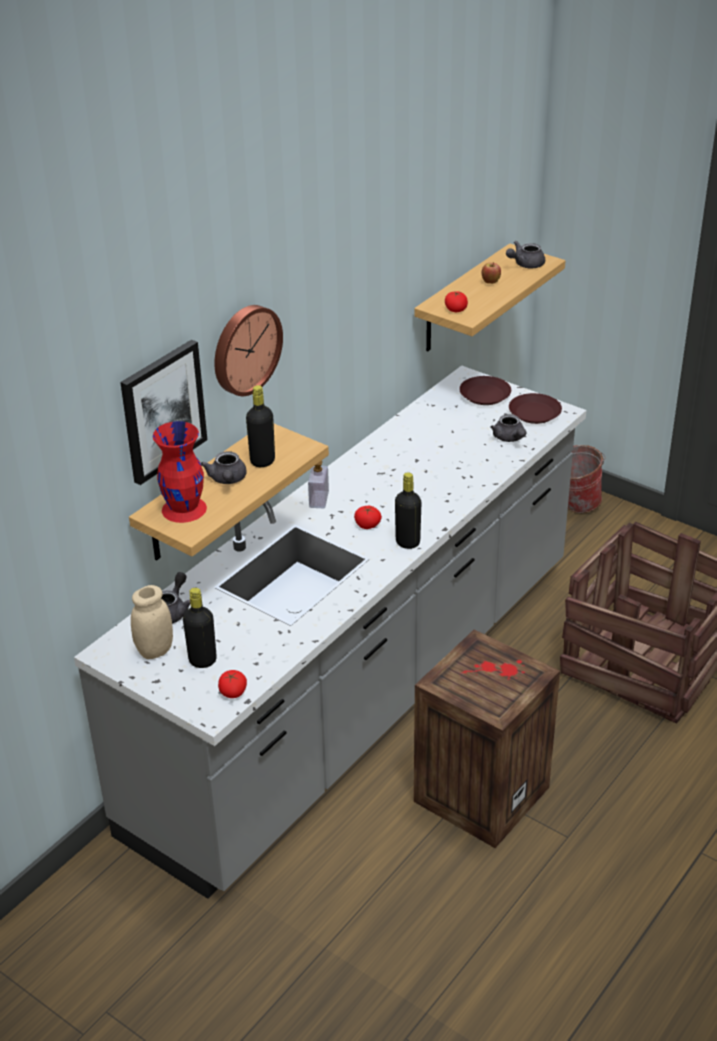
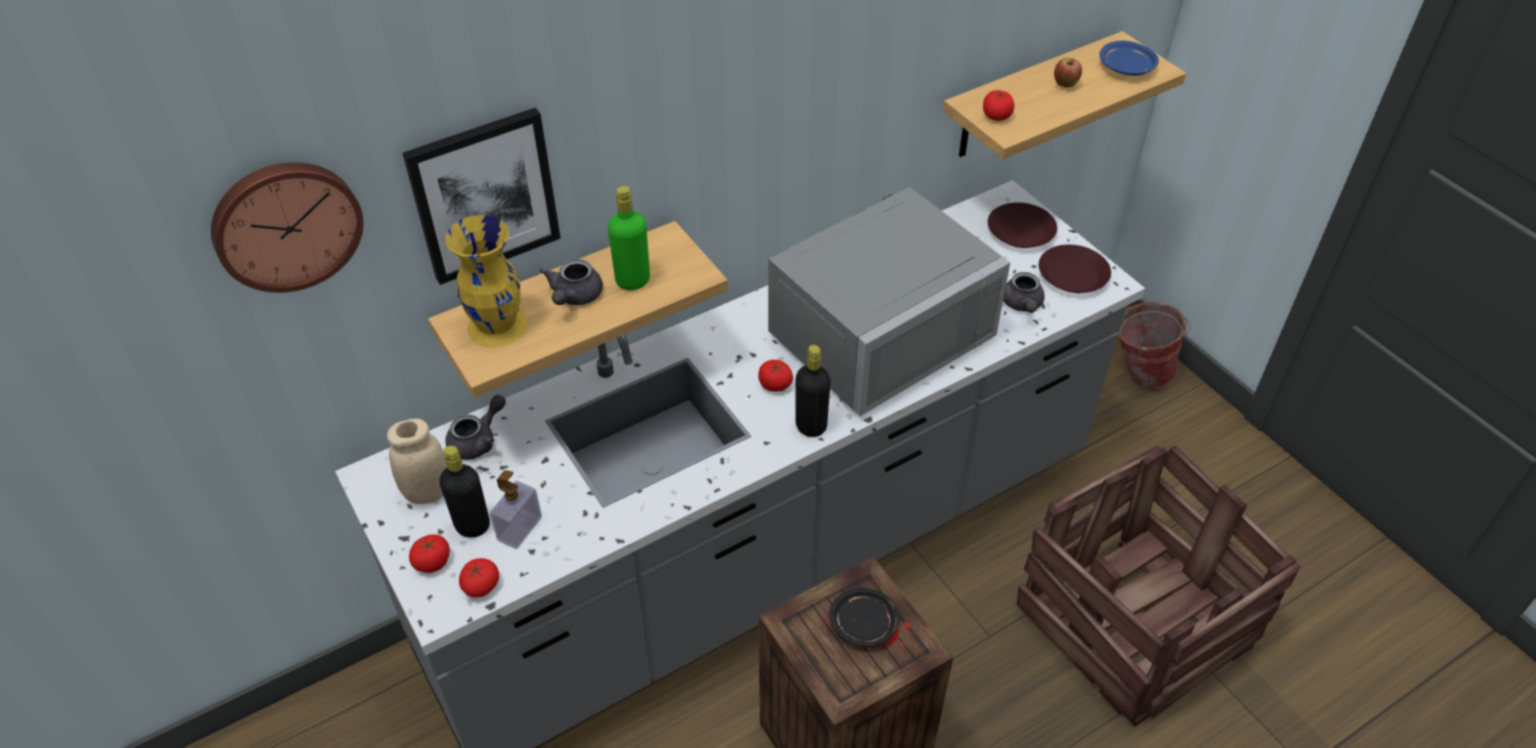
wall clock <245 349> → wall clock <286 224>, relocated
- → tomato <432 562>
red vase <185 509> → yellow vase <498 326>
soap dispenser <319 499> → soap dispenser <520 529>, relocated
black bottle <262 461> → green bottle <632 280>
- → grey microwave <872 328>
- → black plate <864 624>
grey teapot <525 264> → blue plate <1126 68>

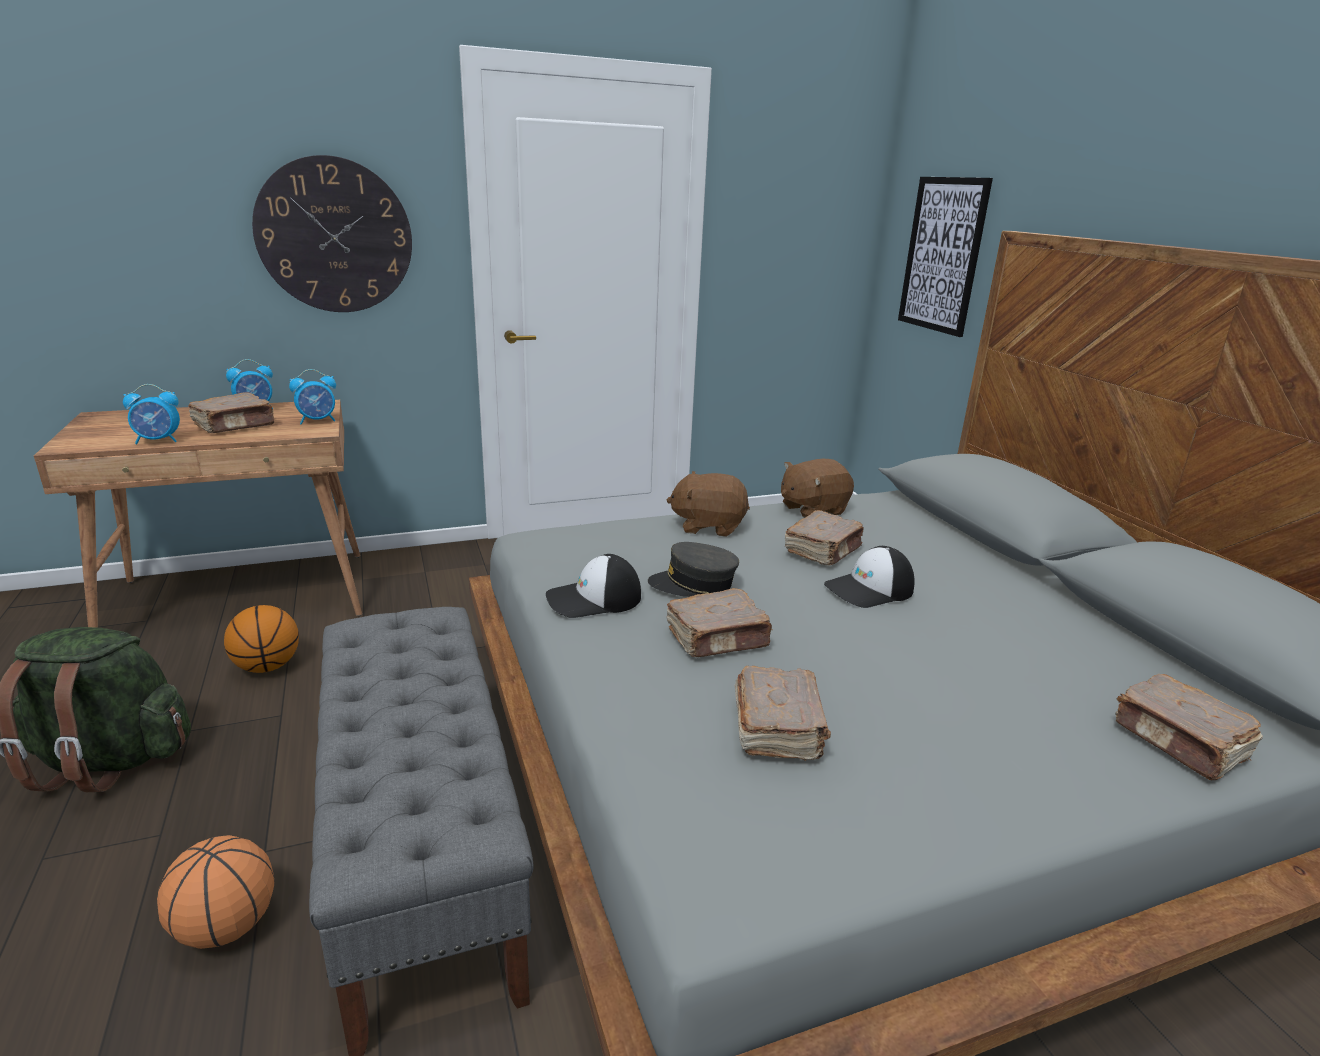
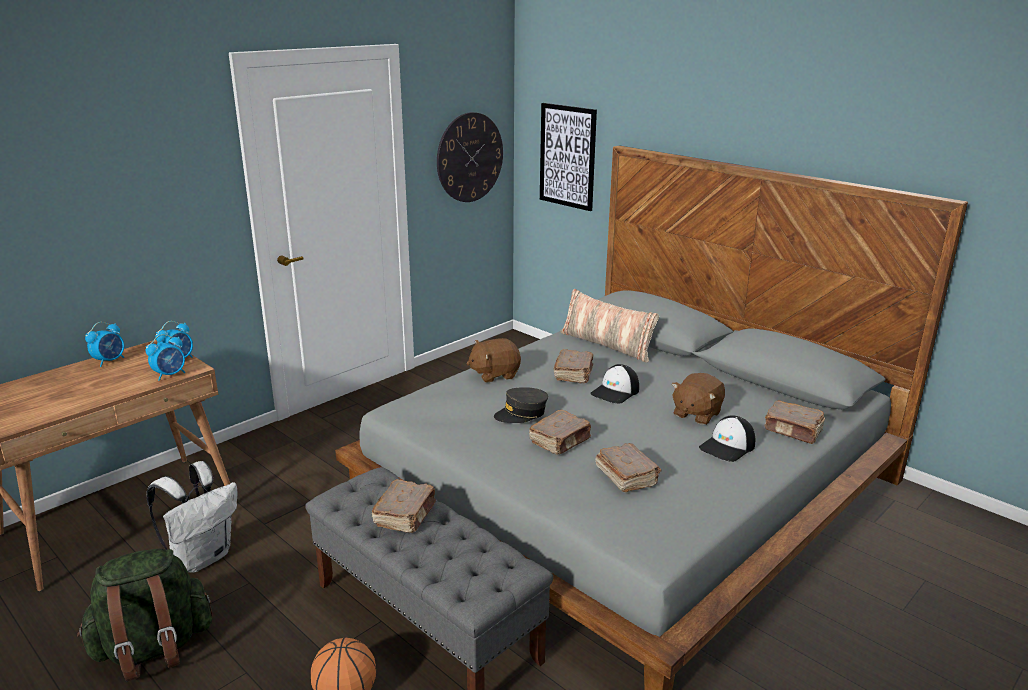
alarm clock <158 441> → alarm clock <170 375>, relocated
basketball <268 666> → white backpack <202 557>
brown book <235 426> → brown book <406 515>, relocated
wall clock <335 236> → wall clock <470 157>, relocated
- → pillow <607 345>
brown plush toy <812 509> → brown plush toy <696 414>, relocated
cap <593 599> → cap <728 447>, relocated

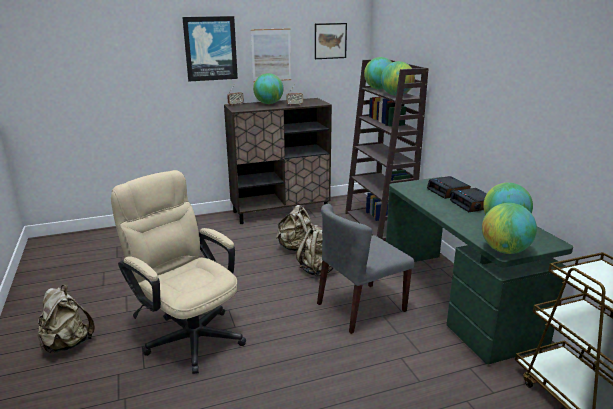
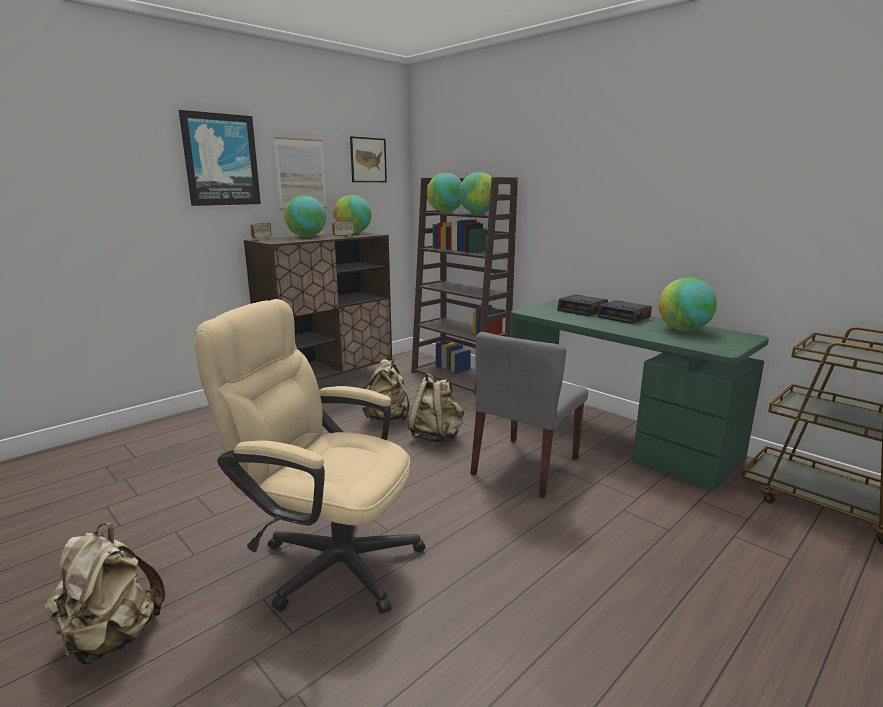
globe <505 251> → globe <353 233>, relocated

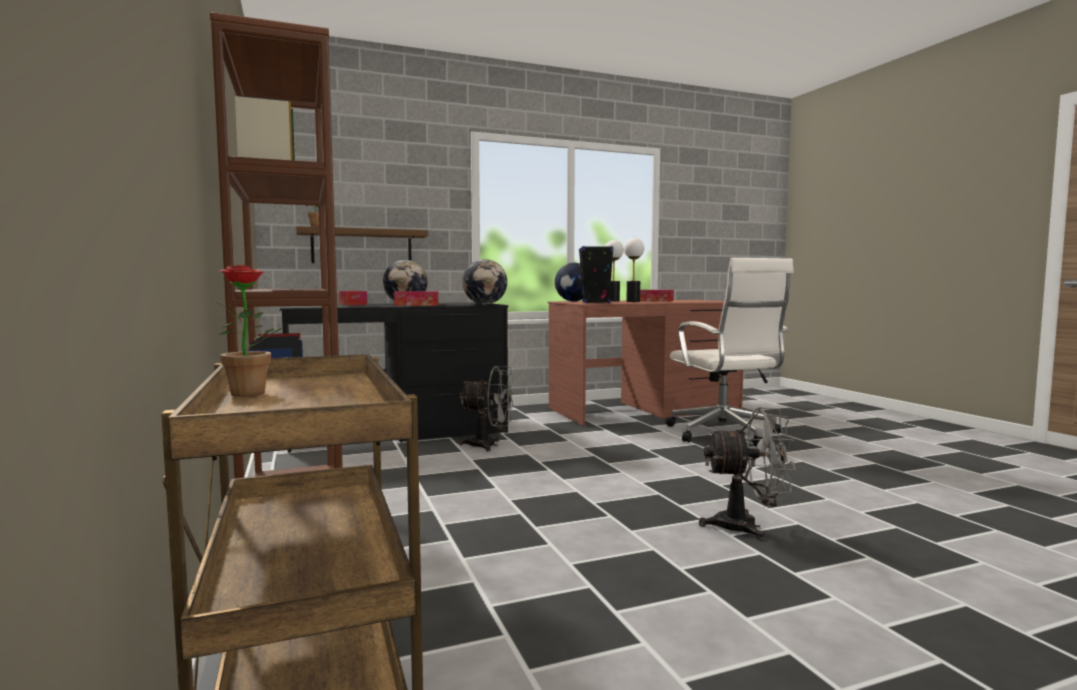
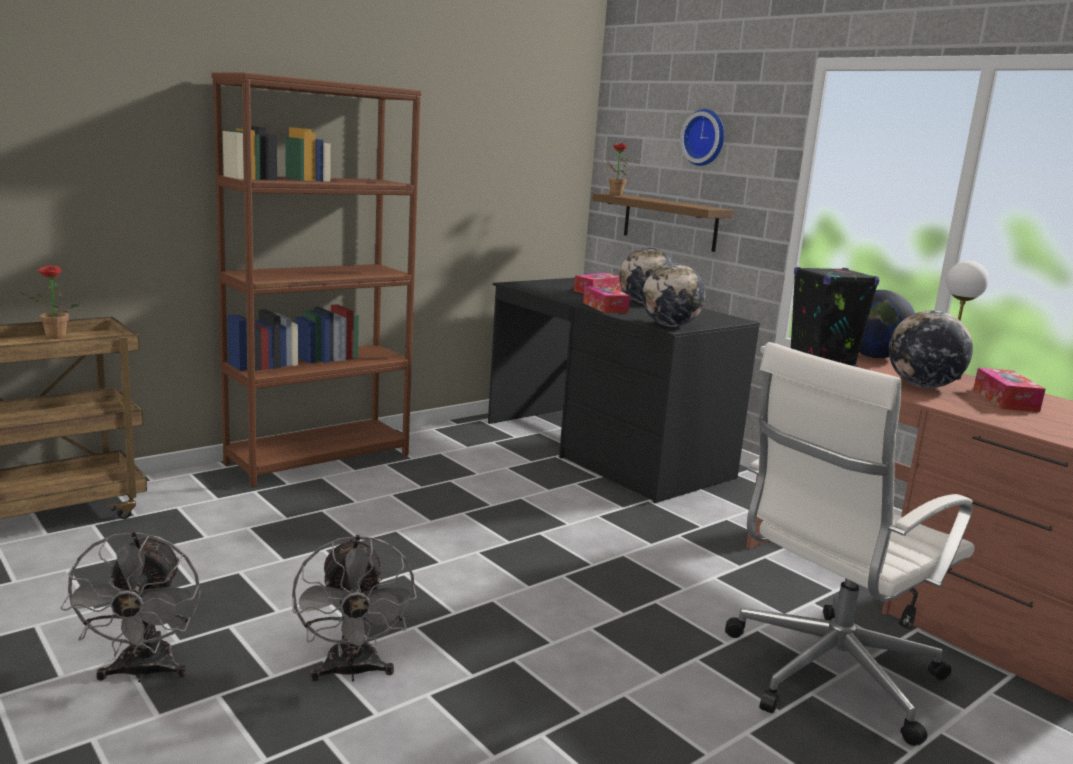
grey fan <489 445> → grey fan <143 673>, relocated
- → wall clock <705 137>
table lamp <633 301> → globe <922 386>

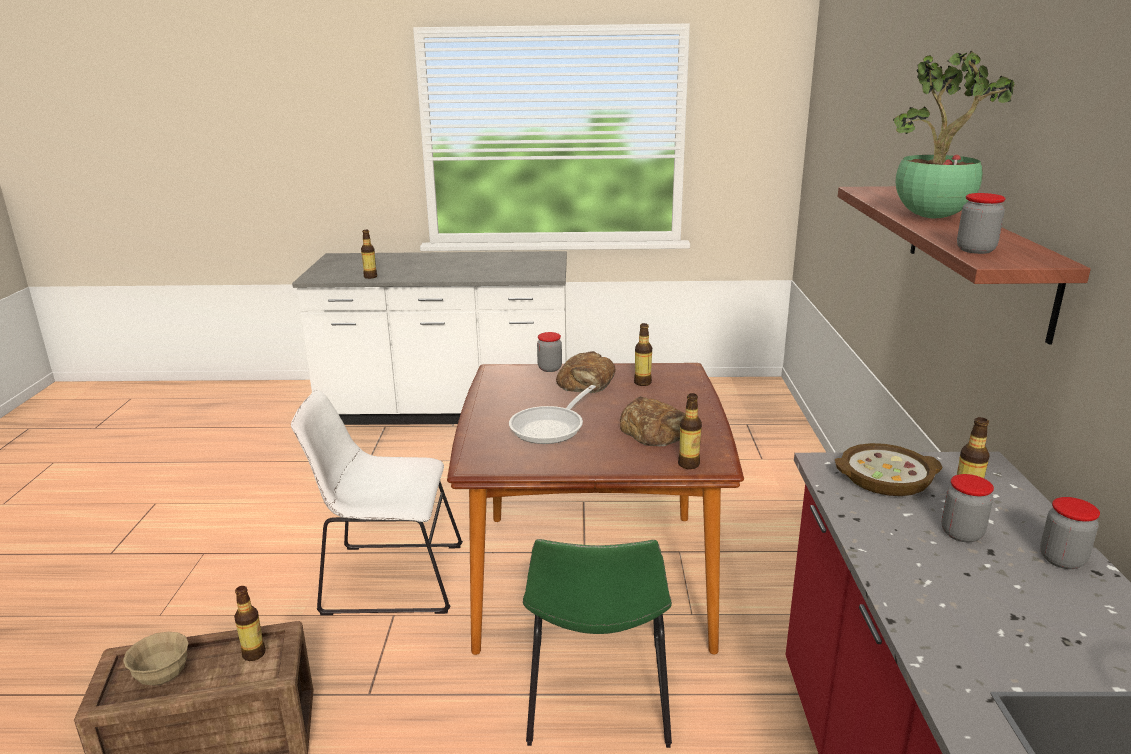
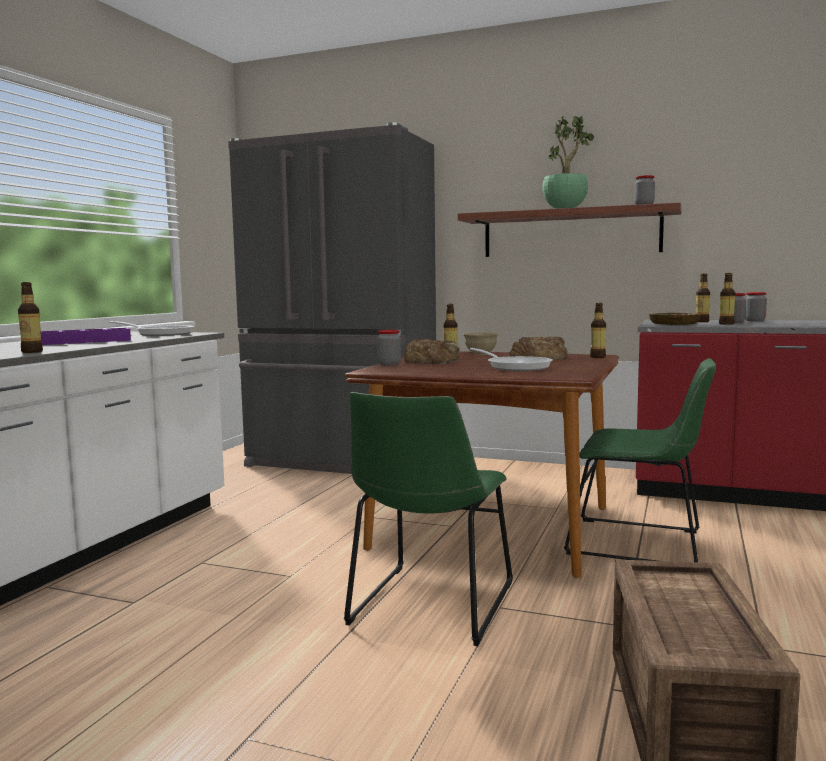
- → purple tray <83 342>
- → frying pan <160 334>
- → grey fridge <341 462>
white chair <387 578> → green chair <430 606>
beige bowl <163 677> → beige bowl <481 354>, relocated
bottle <254 654> → bottle <726 324>, relocated

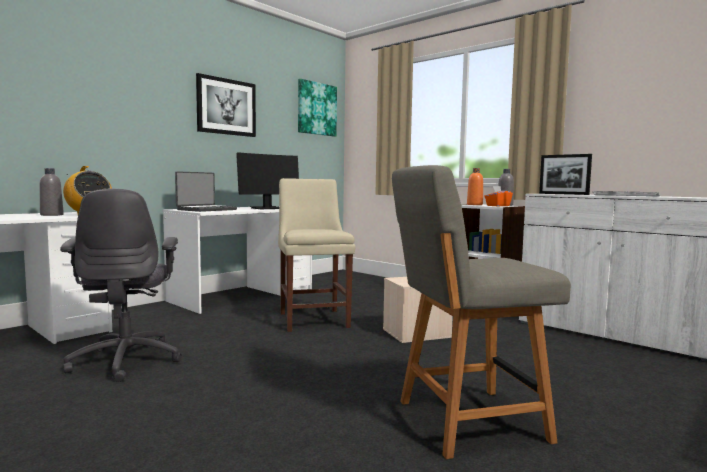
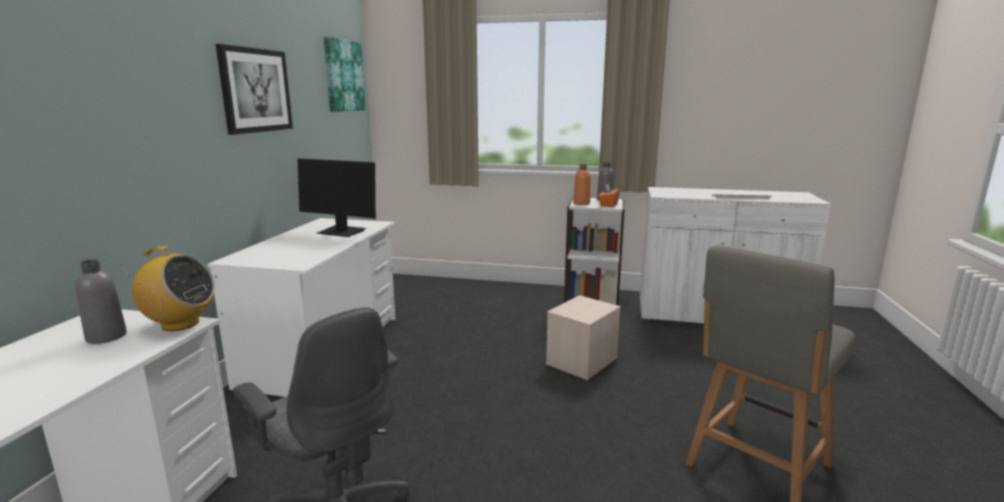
monitor <267 208> → monitor <341 232>, 90 degrees clockwise
laptop <206 210> → -
beige chair <313 319> → -
picture frame <563 194> → -

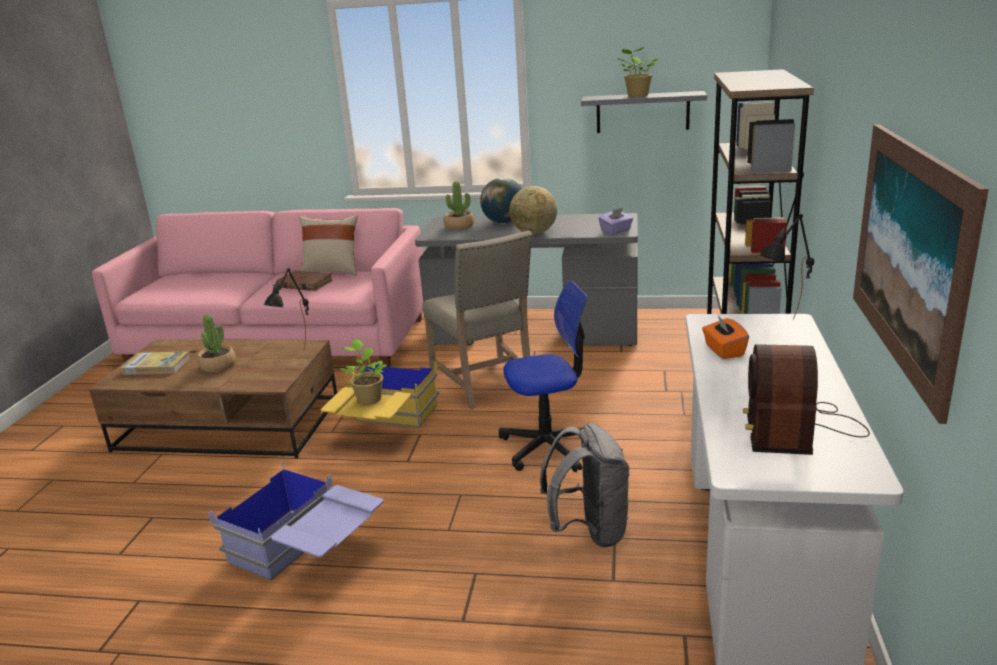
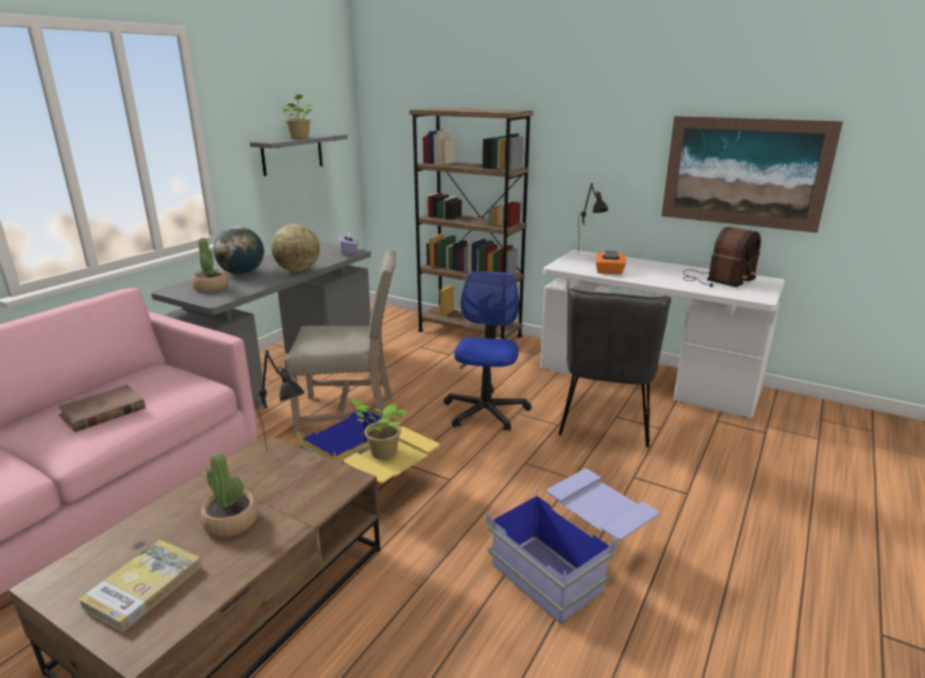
grey backpack <589 531> → grey chair <605 422>
radio <797 429> → radio <717 280>, 75 degrees counterclockwise
beige pillow <332 271> → -

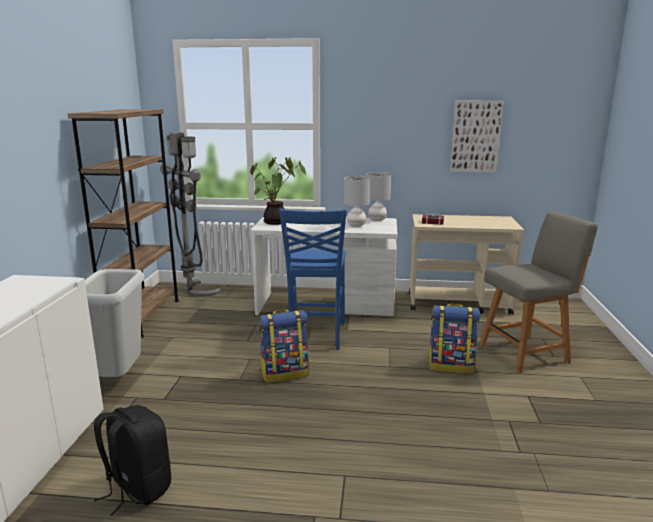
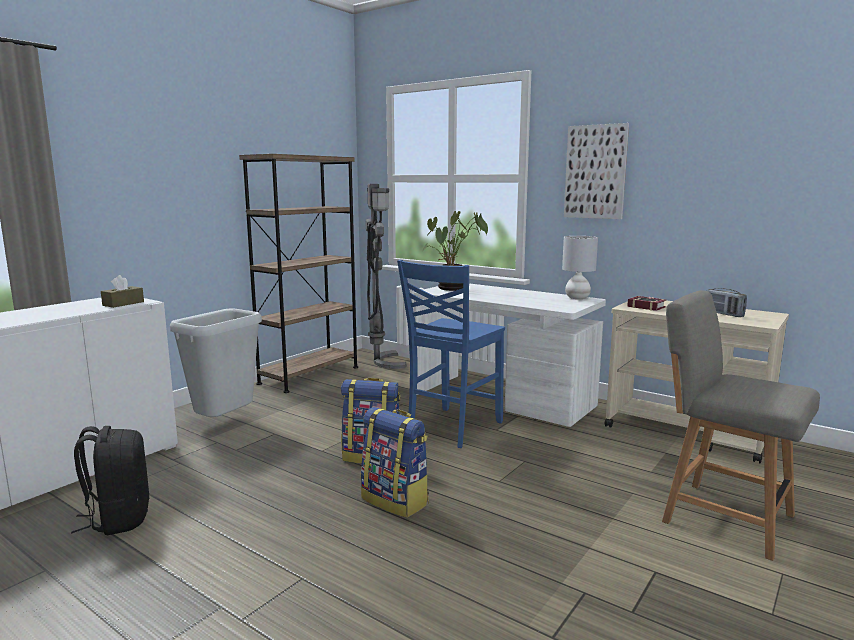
- → brown tissue box <123 303>
backpack <451 365> → backpack <396 501>, relocated
picture <476 136> → picture <595 172>, relocated
grey chair <526 353> → grey chair <722 516>, 150 degrees counterclockwise
- → radio <723 314>
grey table lamp <356 225> → -

